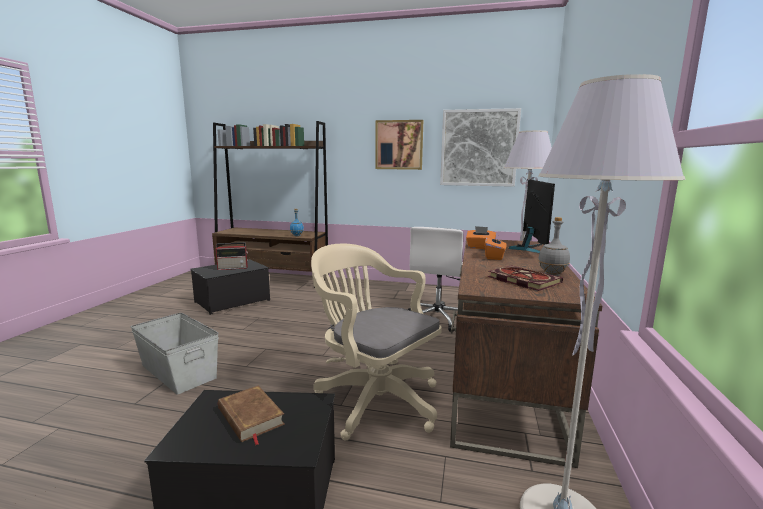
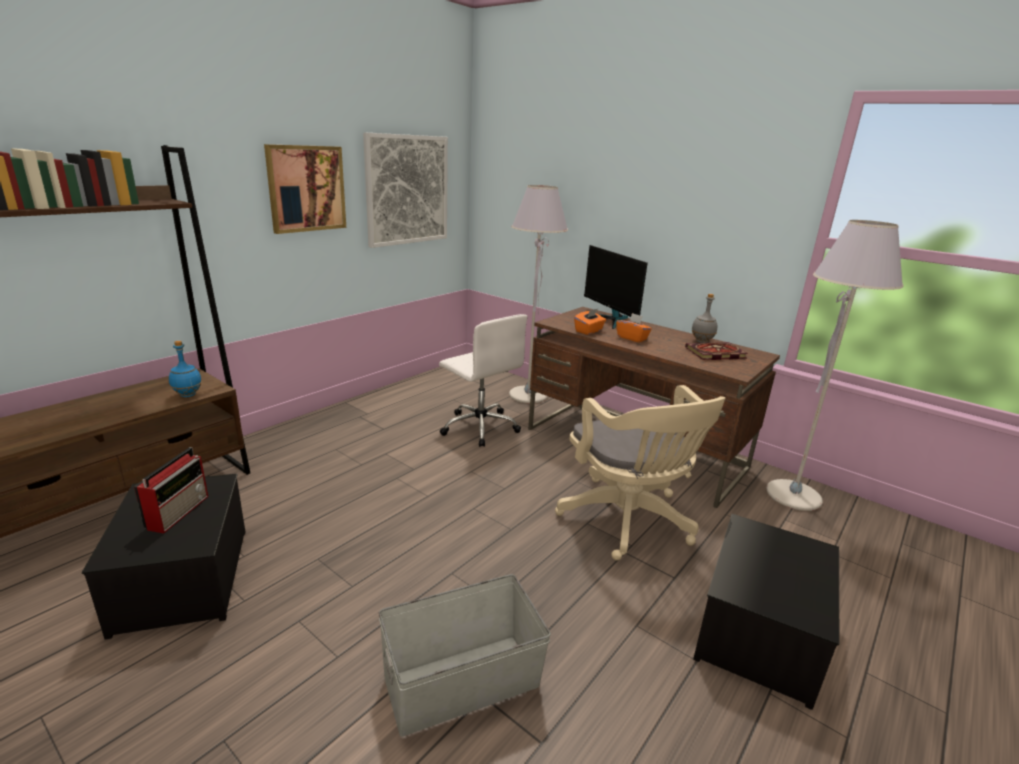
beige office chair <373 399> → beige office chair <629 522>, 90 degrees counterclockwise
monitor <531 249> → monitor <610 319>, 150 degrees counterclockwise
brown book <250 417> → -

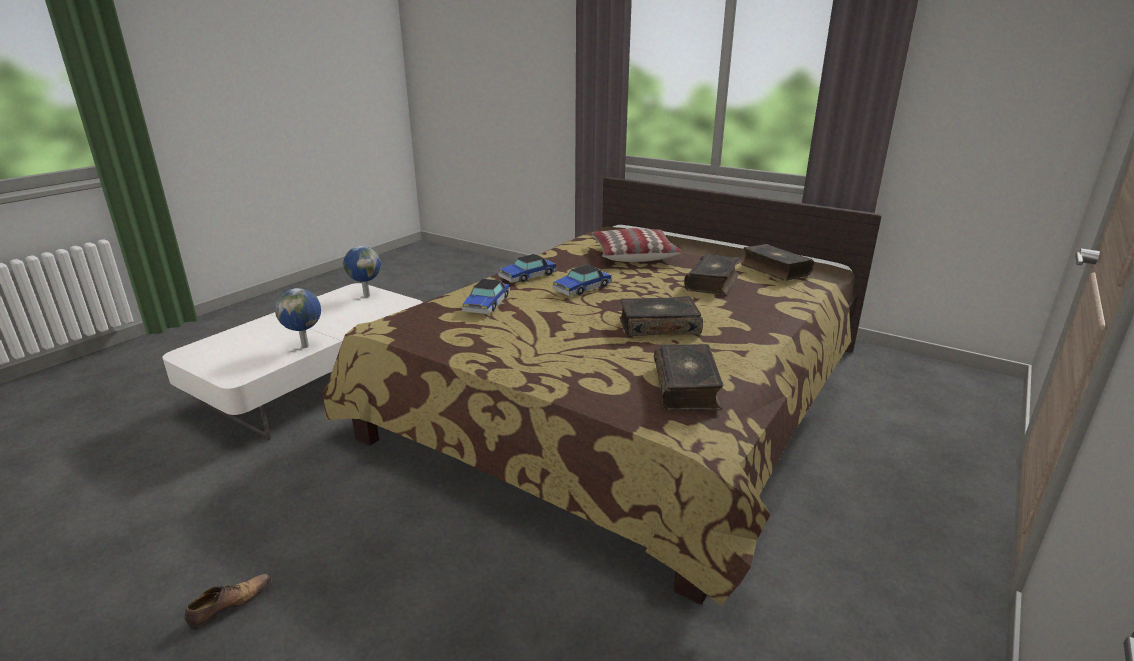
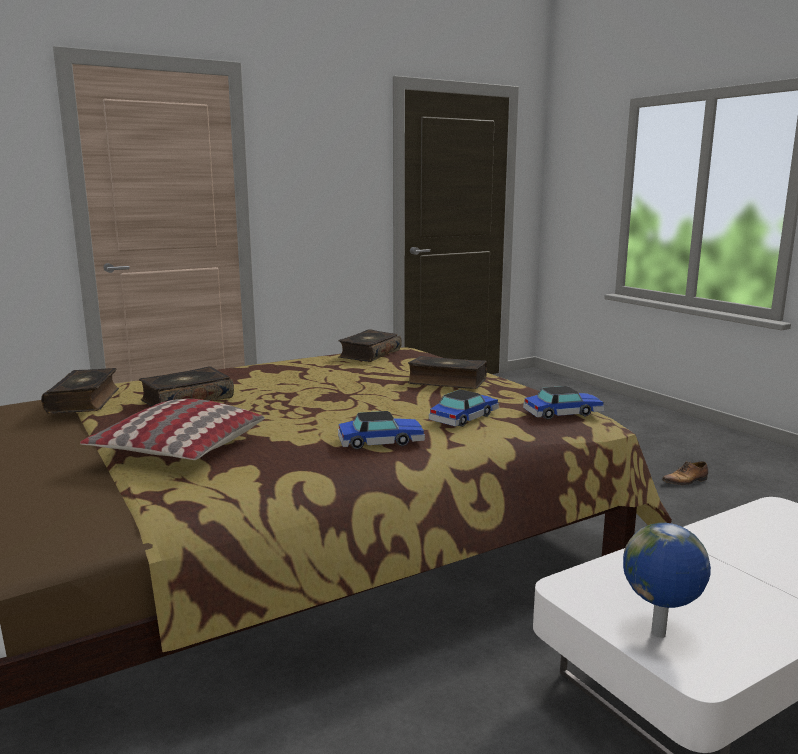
book <658 326> → book <446 382>, relocated
toy car <582 288> → toy car <562 413>, relocated
globe <306 346> → -

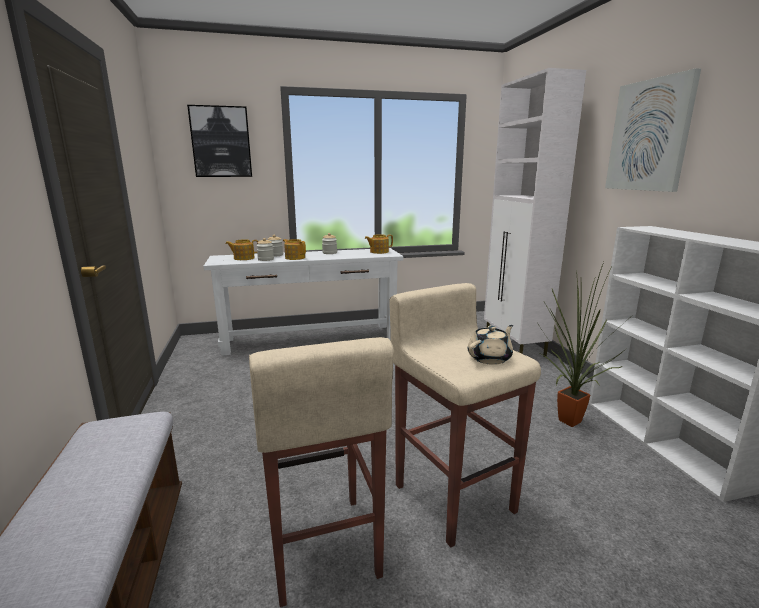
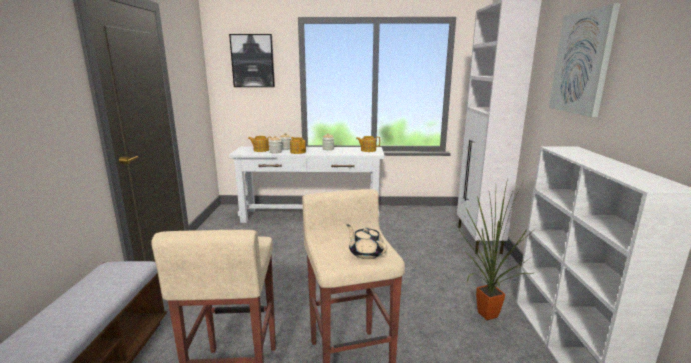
beige teapot <490 358> → beige teapot <366 253>, 105 degrees counterclockwise

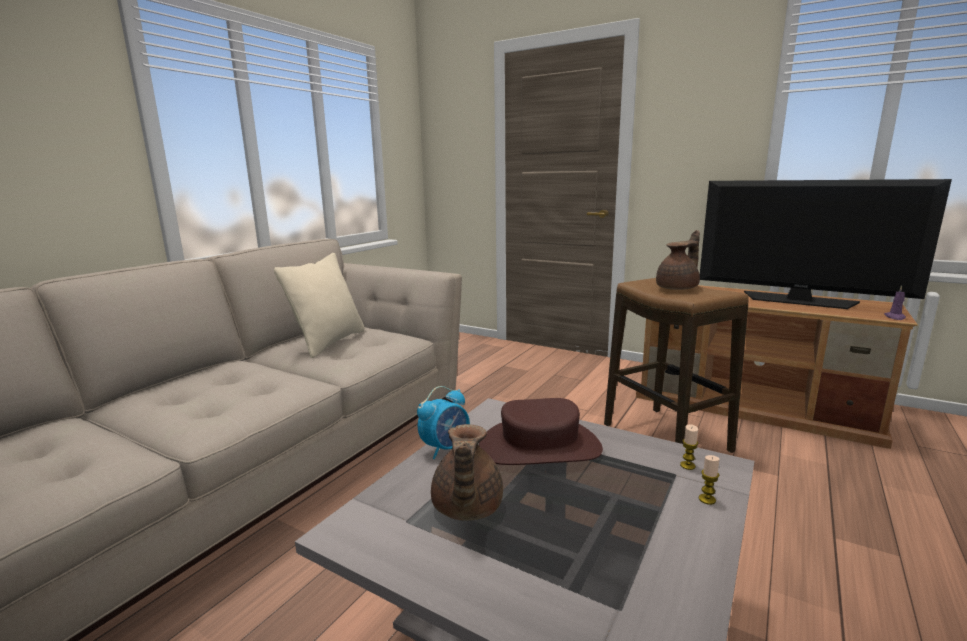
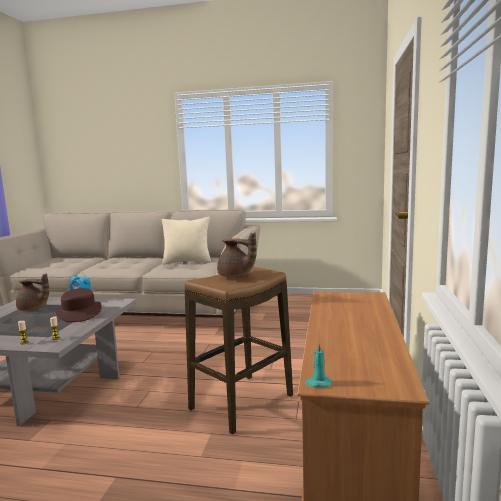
brown teapot <466 508> → brown teapot <33 309>, 150 degrees counterclockwise
purple candle <895 317> → turquoise candle <318 383>
television <798 300> → -

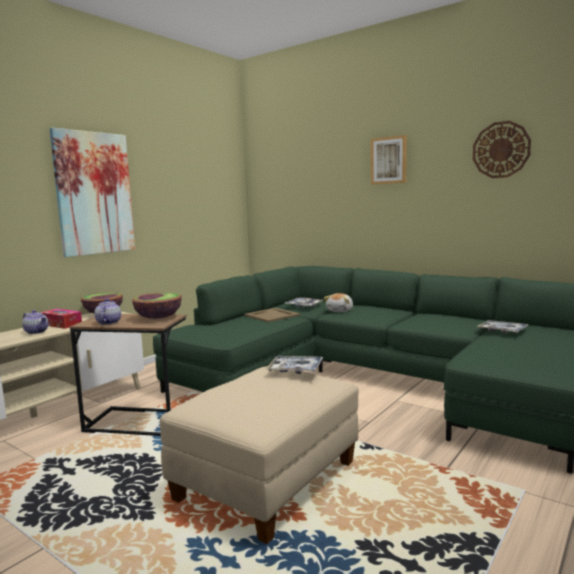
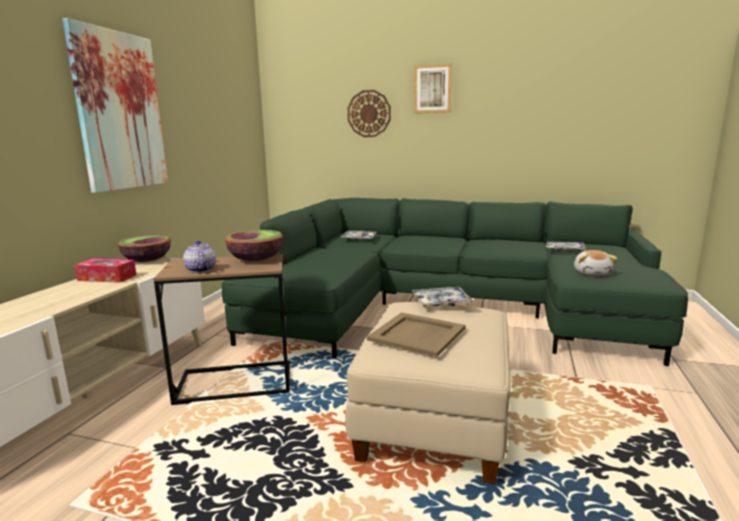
wall clock <501 150> → wall clock <369 113>, relocated
beige tray <271 315> → beige tray <416 334>, relocated
plush toy <340 311> → plush toy <592 273>, relocated
teapot <37 332> → -

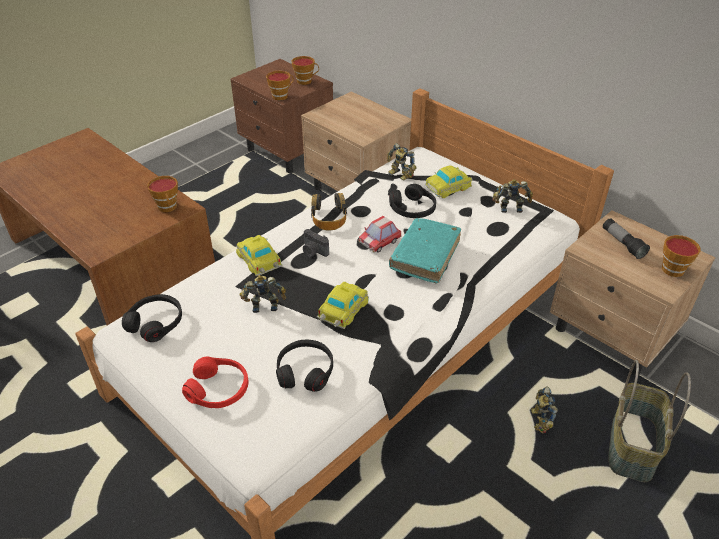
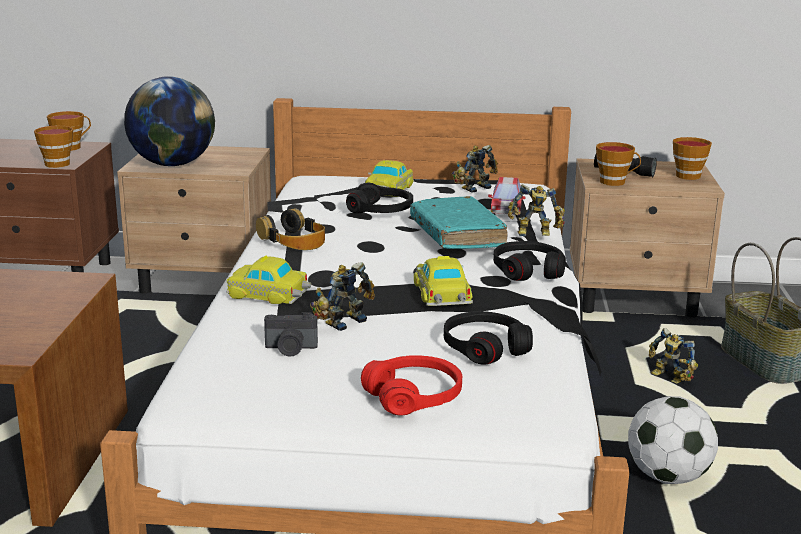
- → globe <172 164>
photo camera <313 252> → photo camera <290 349>, relocated
toy car <380 242> → toy car <506 211>, relocated
black headphones <156 323> → black headphones <528 270>, relocated
toy robot <399 176> → toy robot <535 234>, relocated
cup <168 208> → cup <615 182>, relocated
- → football <668 477>

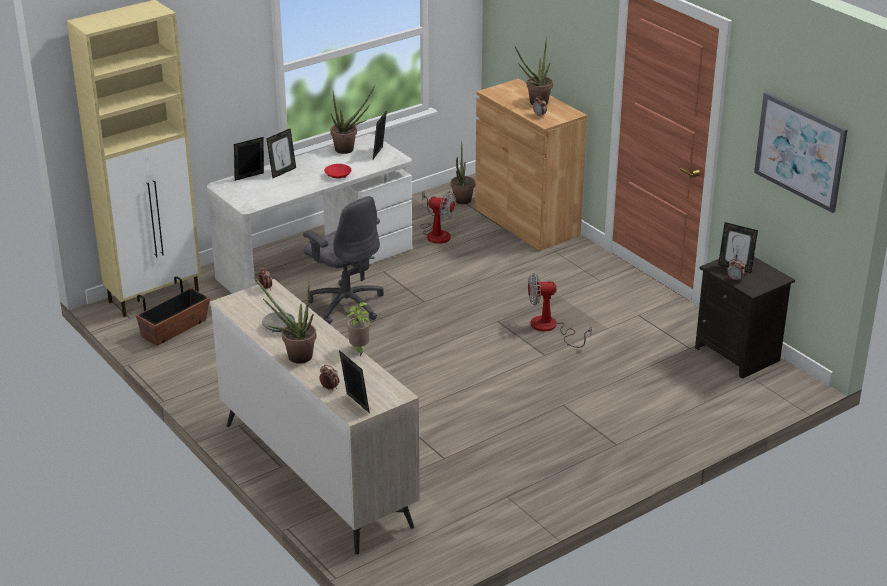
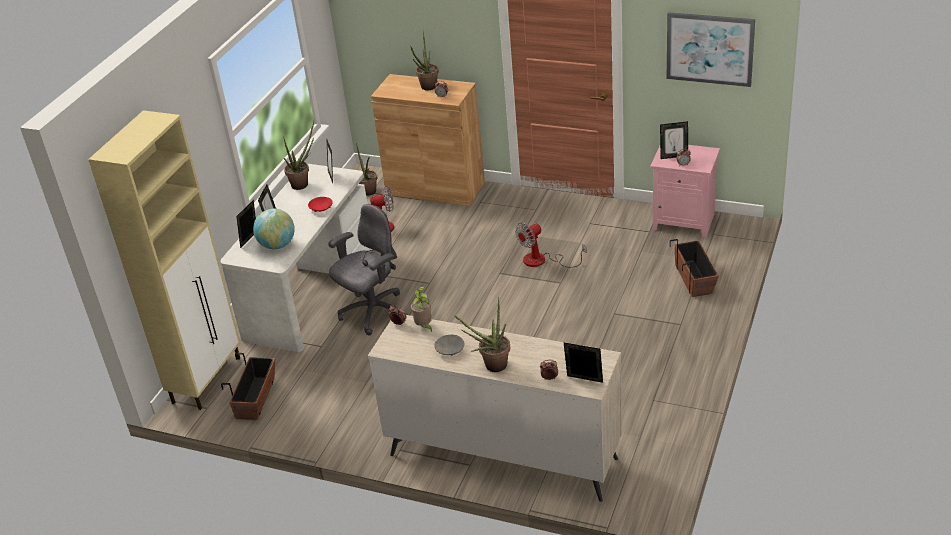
- → globe <277 245>
grey office chair <346 304> → grey office chair <373 313>, 60 degrees counterclockwise
potted plant <359 349> → potted plant <424 326>, relocated
black nightstand <739 354> → pink nightstand <684 221>
- → planter <694 279>

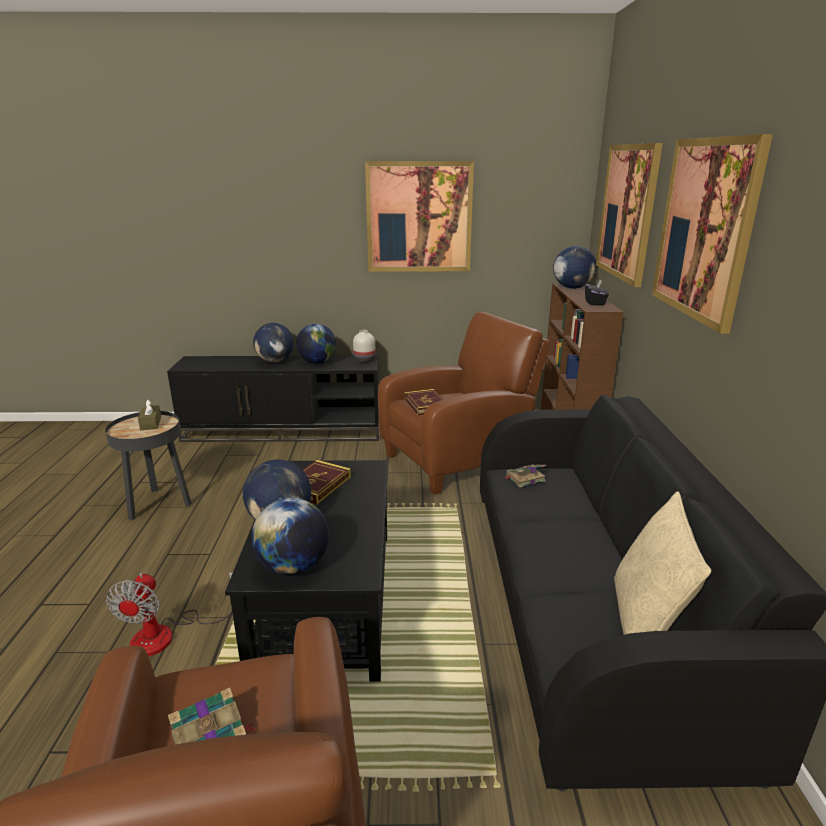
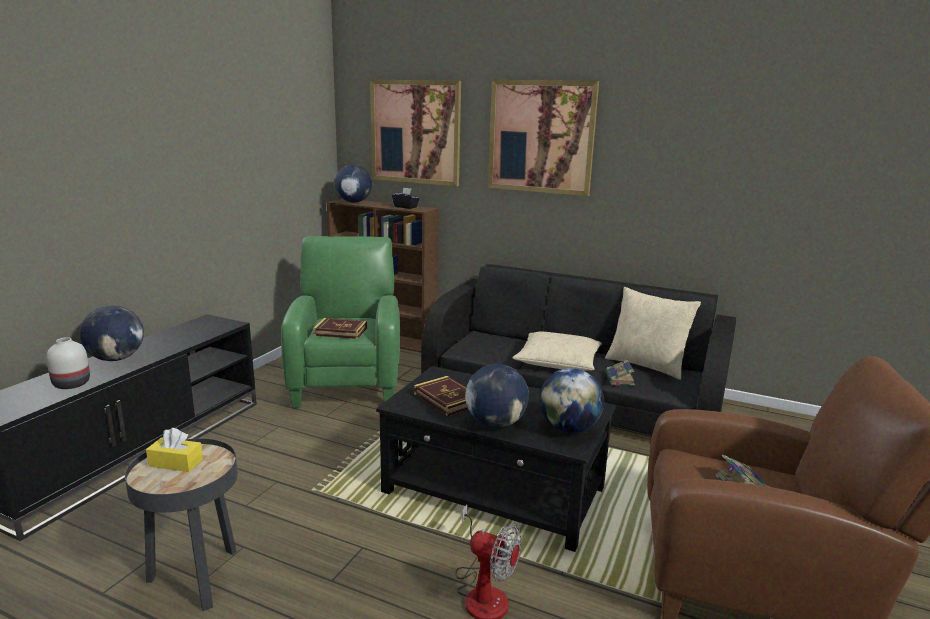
white vase <364 360> → white vase <71 384>, relocated
brown tissue box <151 423> → yellow tissue box <176 463>
brown armchair <459 459> → green armchair <348 380>
- → beige pillow <558 361>
book <524 478> → book <619 379>, relocated
globe <317 362> → -
picture <419 217> → -

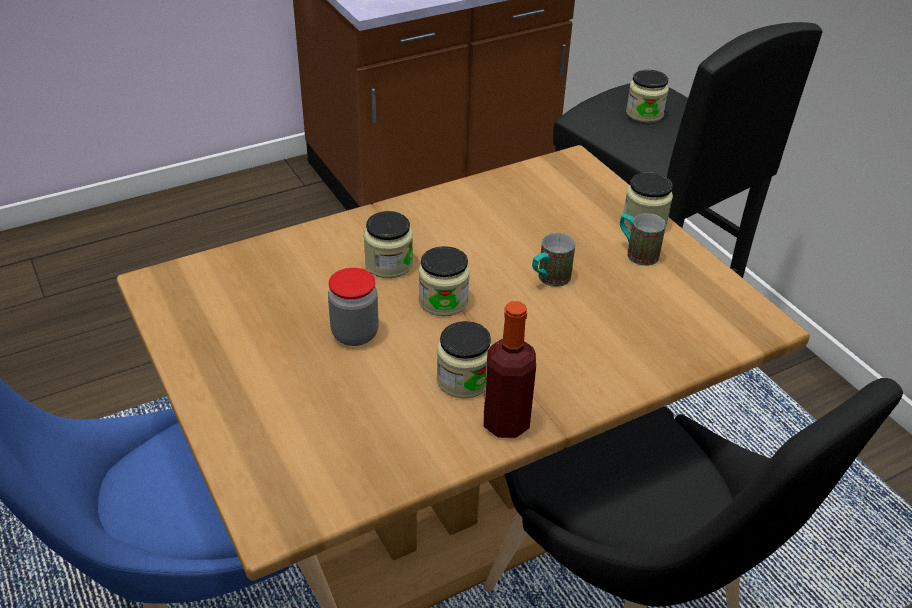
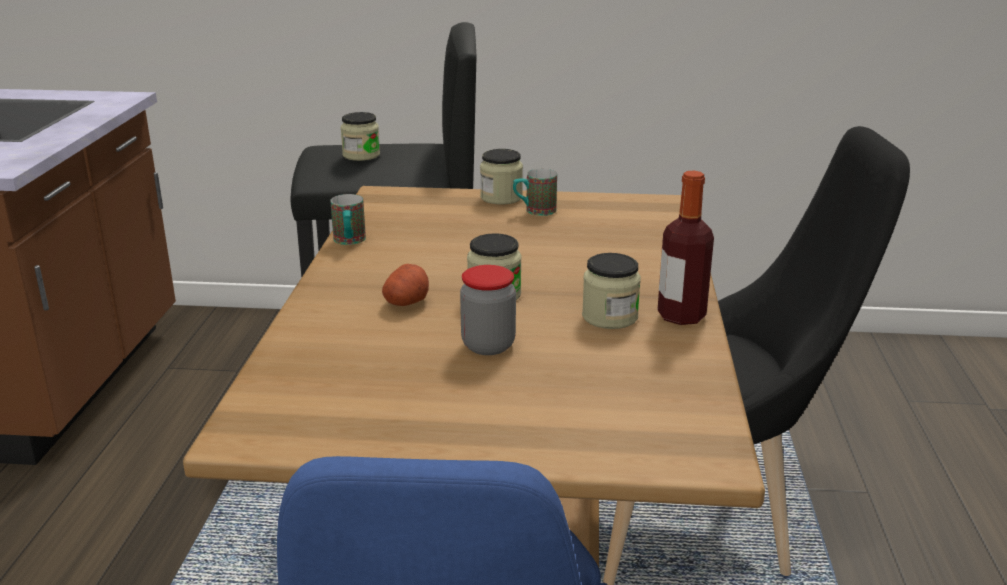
mug <549 279> → mug <349 242>, relocated
jar <389 264> → potato <407 302>

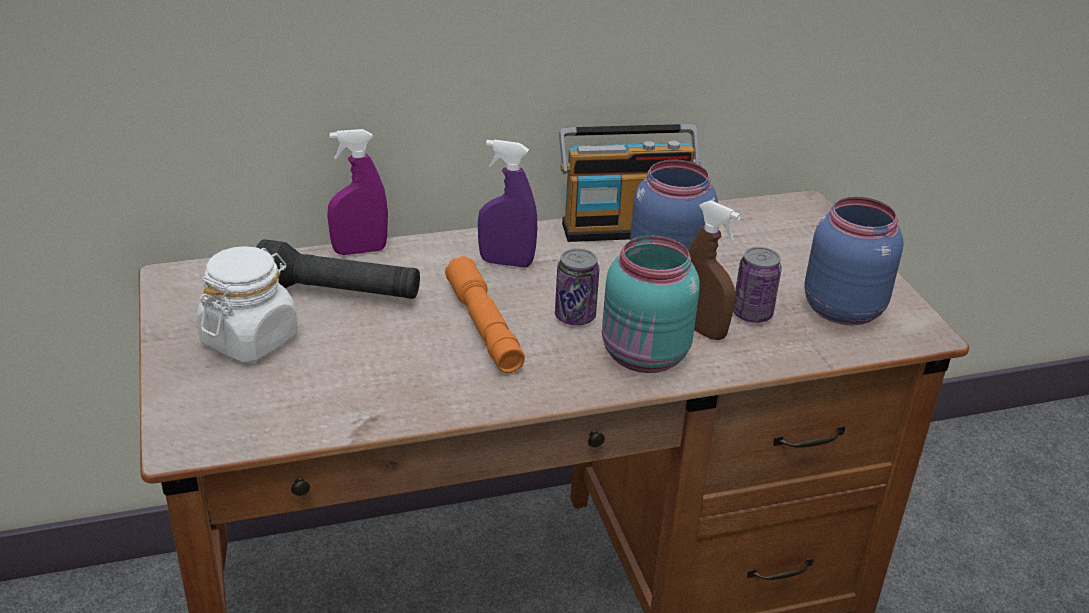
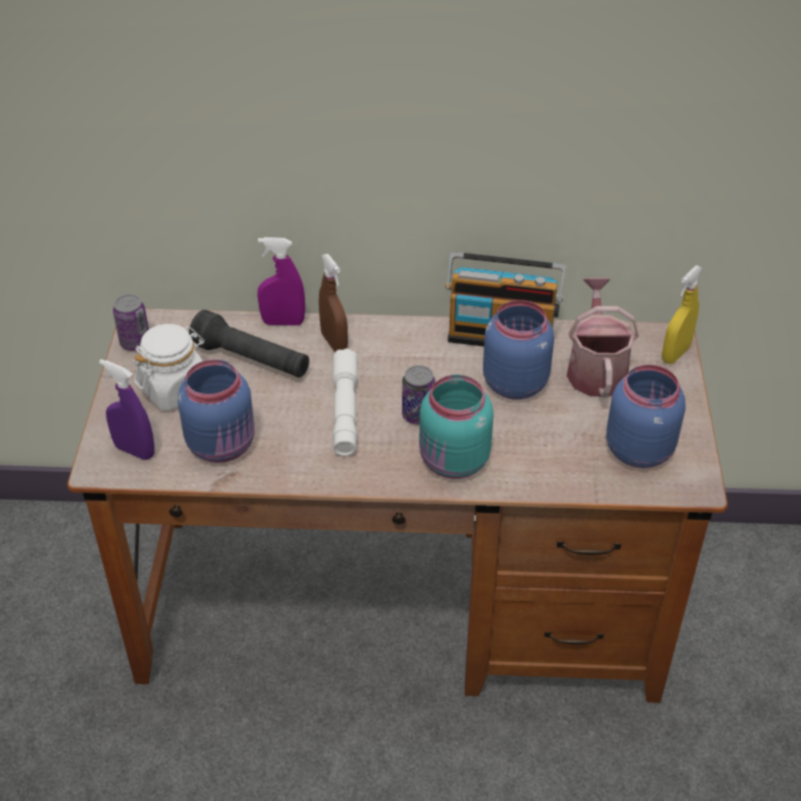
purple spray bottle <506 262> → purple spray bottle <134 451>, relocated
can <752 314> → can <135 343>, relocated
- → blue jar <223 445>
brown spray bottle <701 330> → brown spray bottle <334 342>, relocated
orange flashlight <484 326> → white flashlight <345 410>
- → watering can <596 368>
- → yellow spray bottle <675 354>

